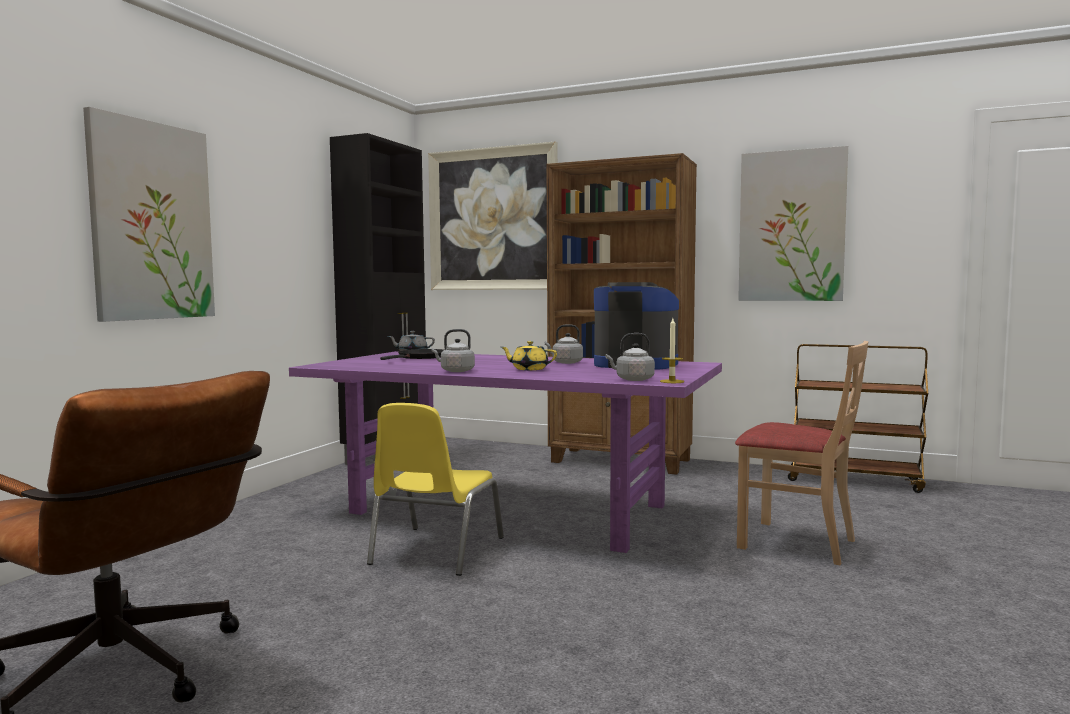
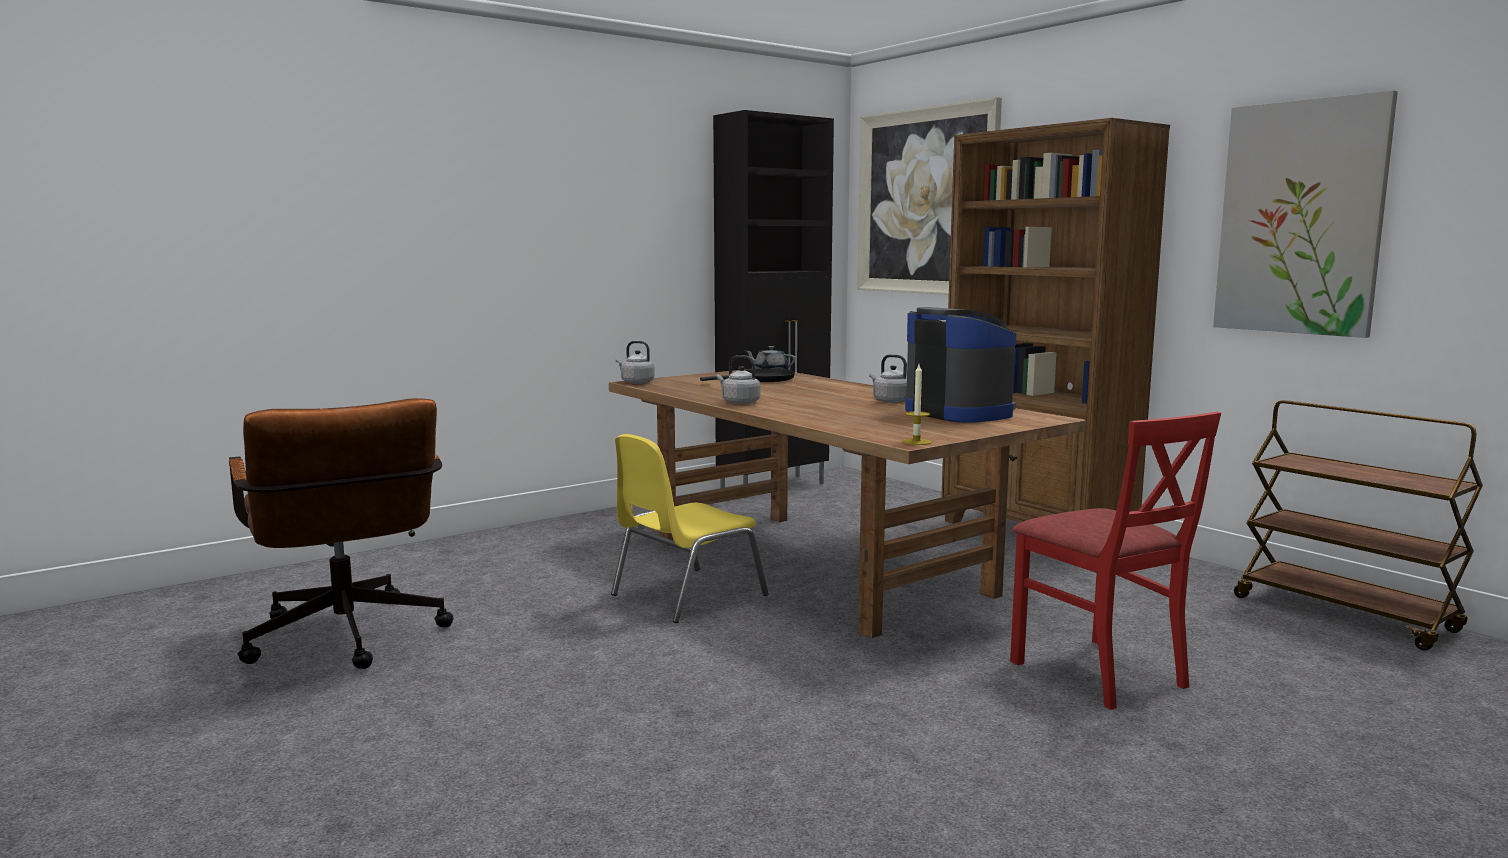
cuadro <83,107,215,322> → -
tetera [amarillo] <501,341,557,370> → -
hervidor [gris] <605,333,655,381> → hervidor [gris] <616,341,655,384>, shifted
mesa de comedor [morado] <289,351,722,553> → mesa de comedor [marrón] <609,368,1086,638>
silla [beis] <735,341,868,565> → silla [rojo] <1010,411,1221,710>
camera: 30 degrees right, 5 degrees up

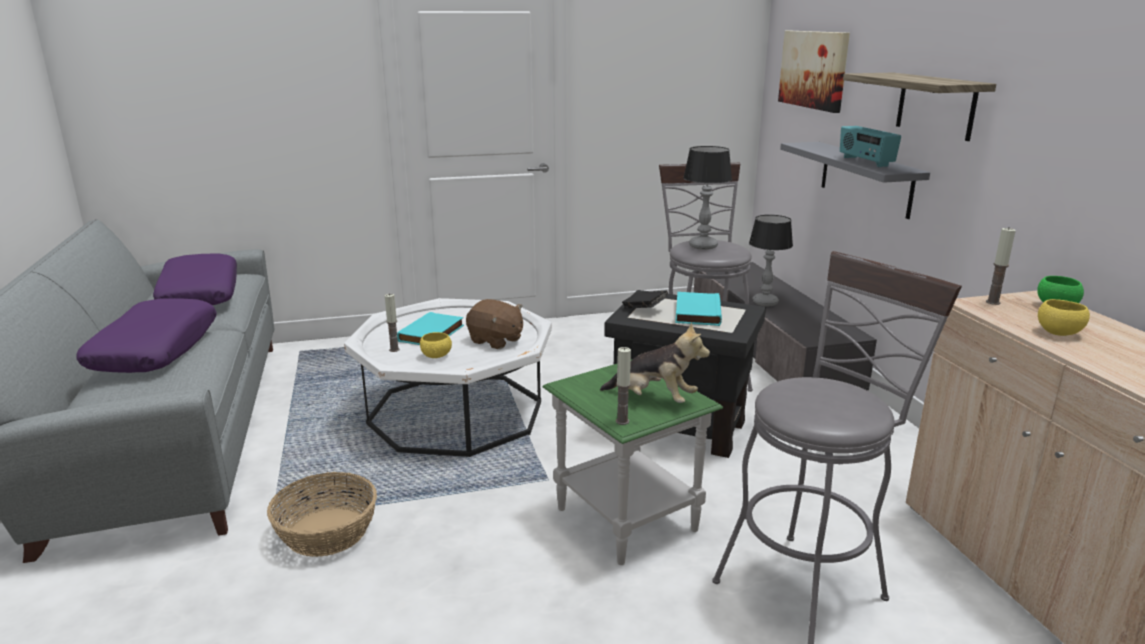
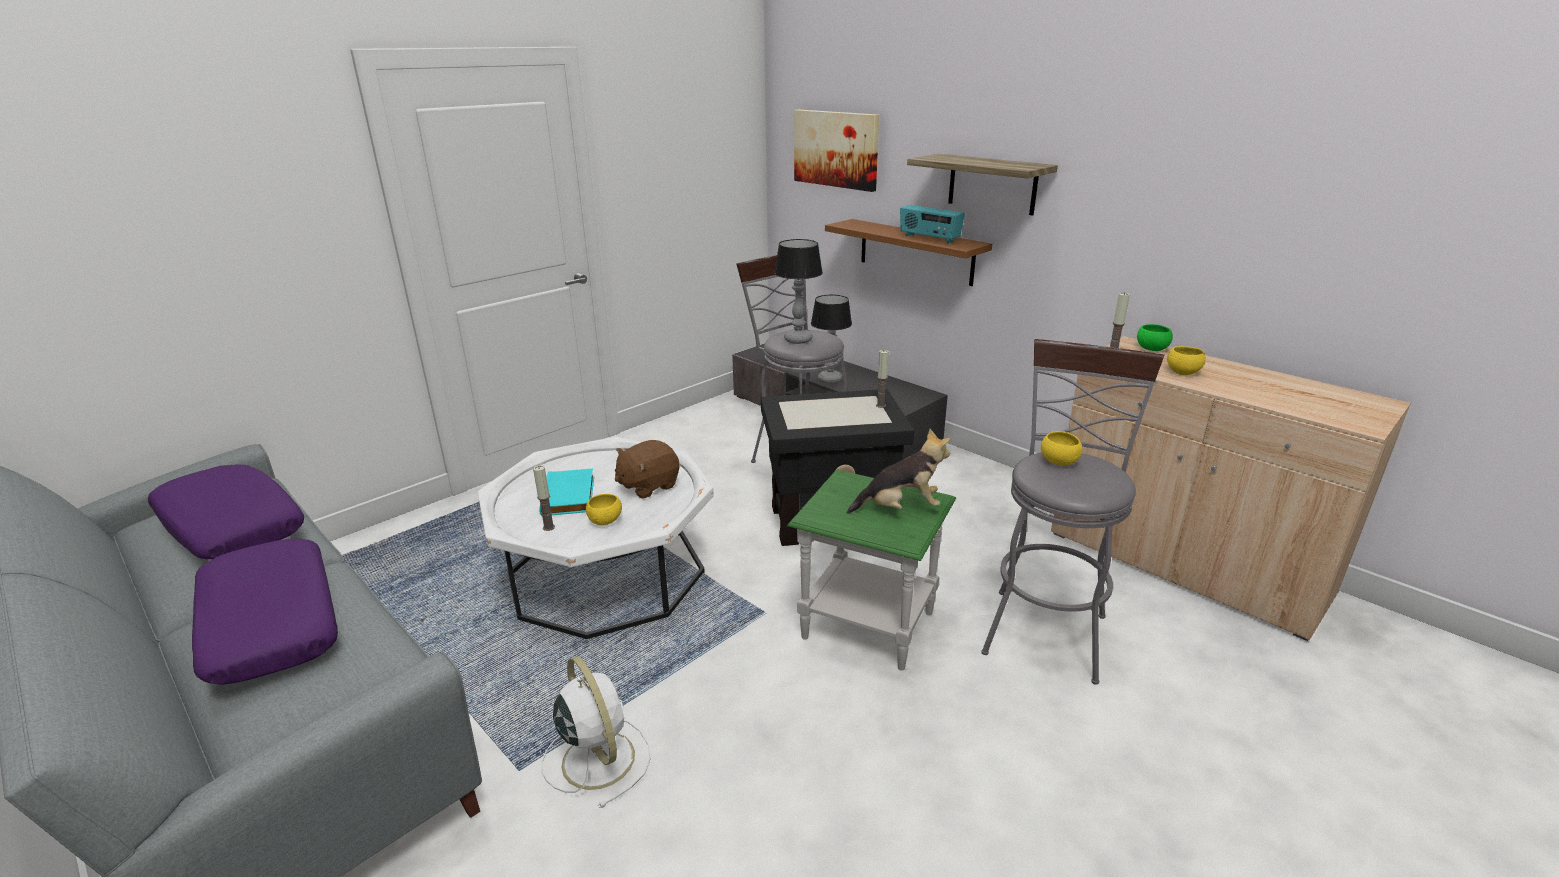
libro [negro] <622,290,668,309> → -
libro [turquesa] <675,292,722,326> → -
- → cuenco [amarillo] <1041,431,1082,466>
vela <616,347,631,425> → vela <876,350,889,408>, shifted
cesta <267,472,377,557> → ventilador [blanco] <541,656,651,808>
estante [gris] <780,142,930,219> → estante [marrón] <825,219,992,286>
peluche [marrón] <466,299,523,349> → peluche [marrón] <615,440,679,499>, 135 degrees clockwise
camera: 30 degrees left, 5 degrees up

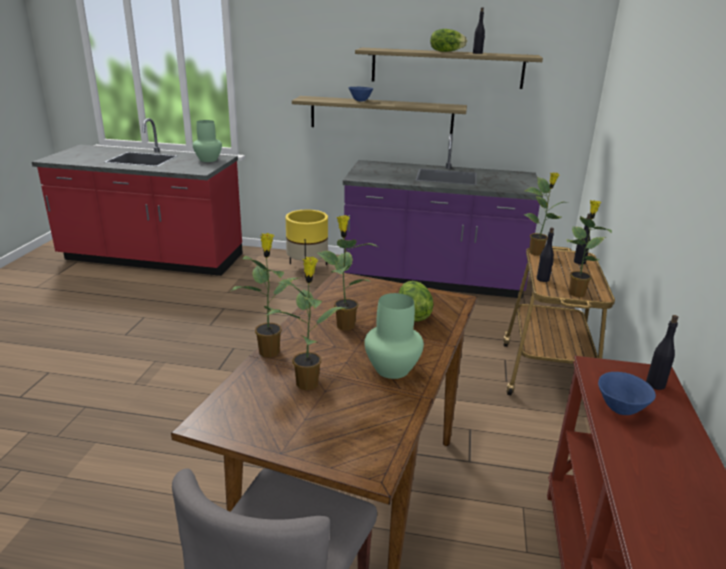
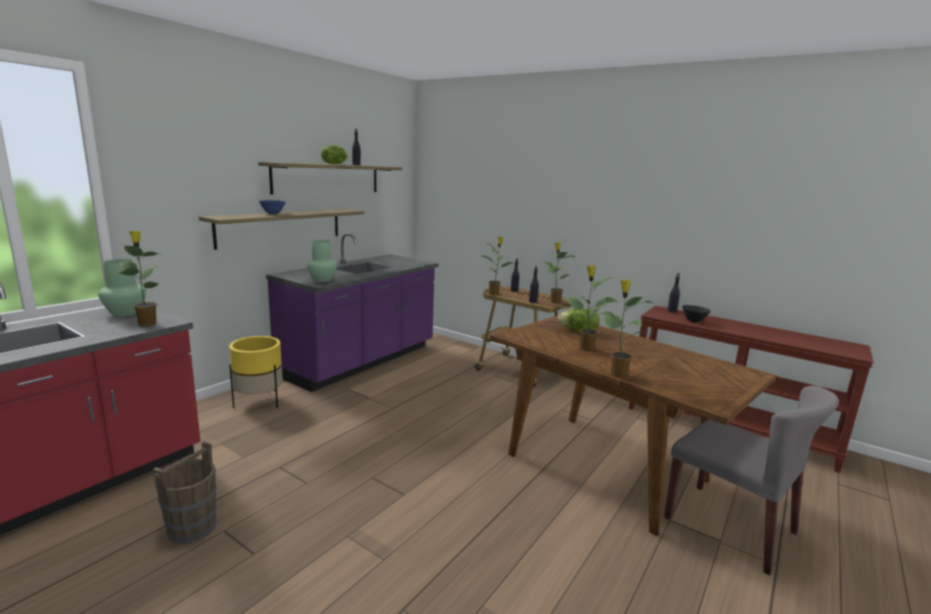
- → cubo [marrón] <153,442,217,543>
planta en maceta <265,257,349,390> → planta en maceta <118,231,162,326>, shifted
florero [verde] <365,293,424,379> → florero [verde] <307,240,337,282>, shifted
cuenco [azul] <598,372,656,415> → cuenco [negro] <682,305,711,323>
camera: 65 degrees left, 10 degrees down

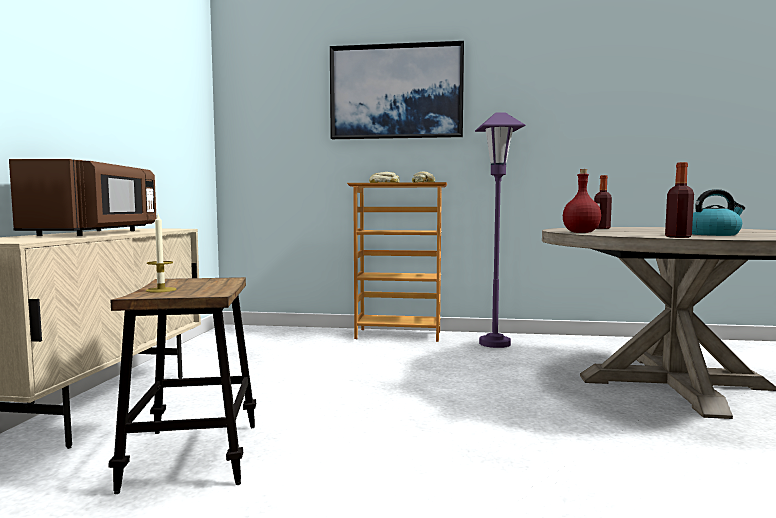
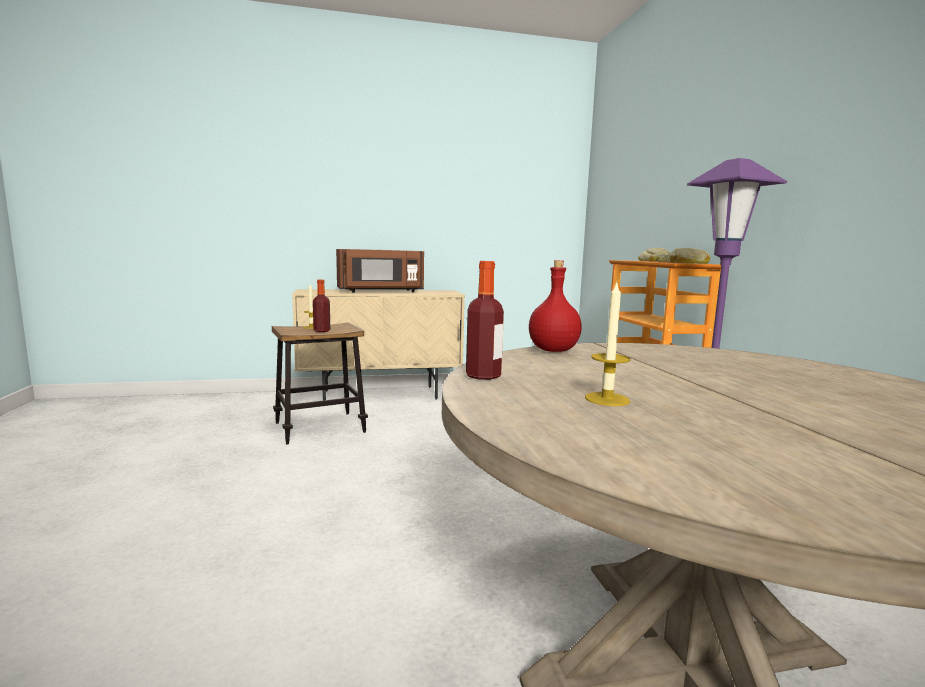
cuadro <330,41,464,139> → -
botella <594,175,612,229> → botella <313,280,330,332>, shifted
hervidor <692,189,745,236> → vela <585,283,631,406>
camera: 70 degrees right, 5 degrees up

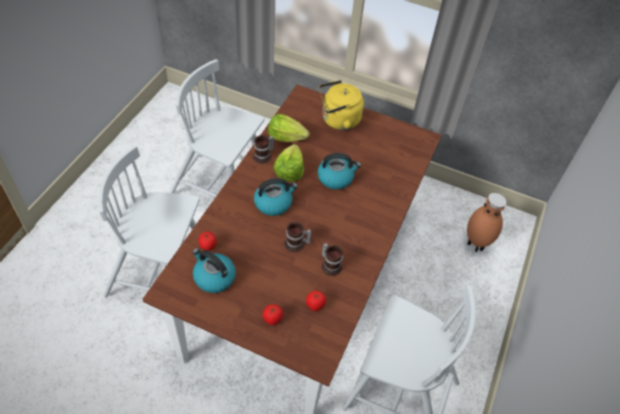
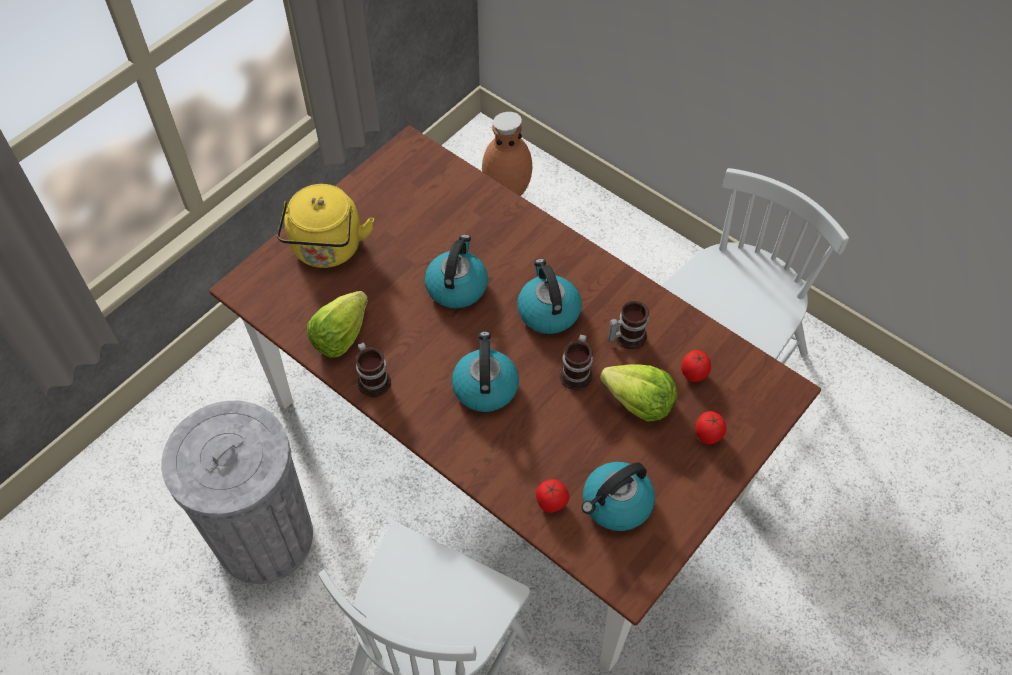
- → hervidor <517,259,582,334>
lechuga <273,144,304,182> → lechuga <600,364,677,421>, shifted
silla [blanco] <169,59,265,197> → papelera [gris] <161,401,313,584>
camera: 70 degrees left, 5 degrees up

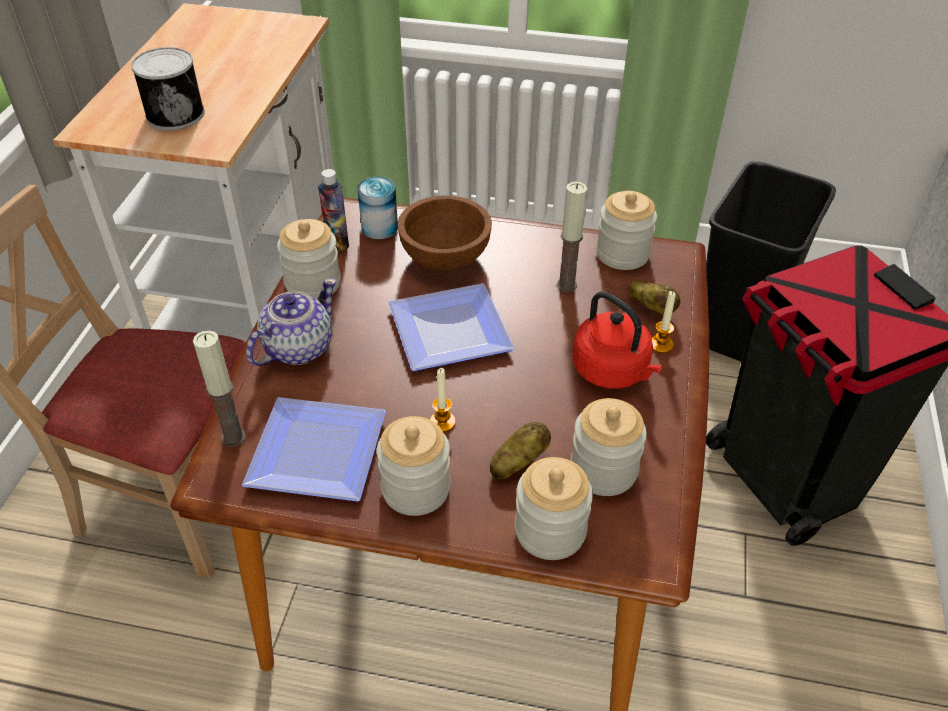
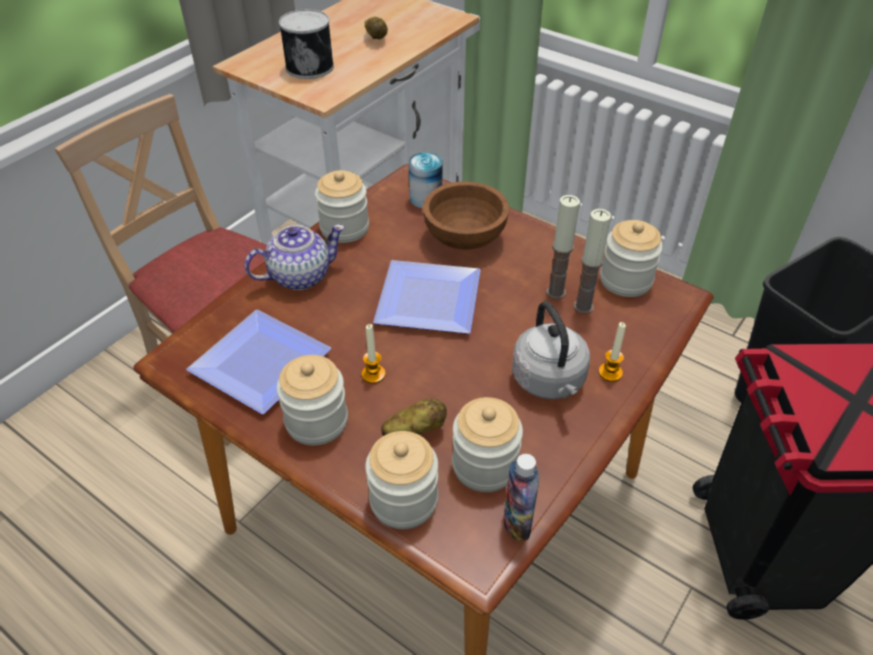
vela <193,330,246,447> → vela <573,209,611,314>, shifted
botella <318,169,349,251> → botella <504,454,539,542>, shifted
patata <628,280,680,316> → patata <365,17,388,39>, shifted
hervidor [rojo] <573,291,663,389> → hervidor [gris] <512,301,590,399>
camera: 25 degrees right, 0 degrees up

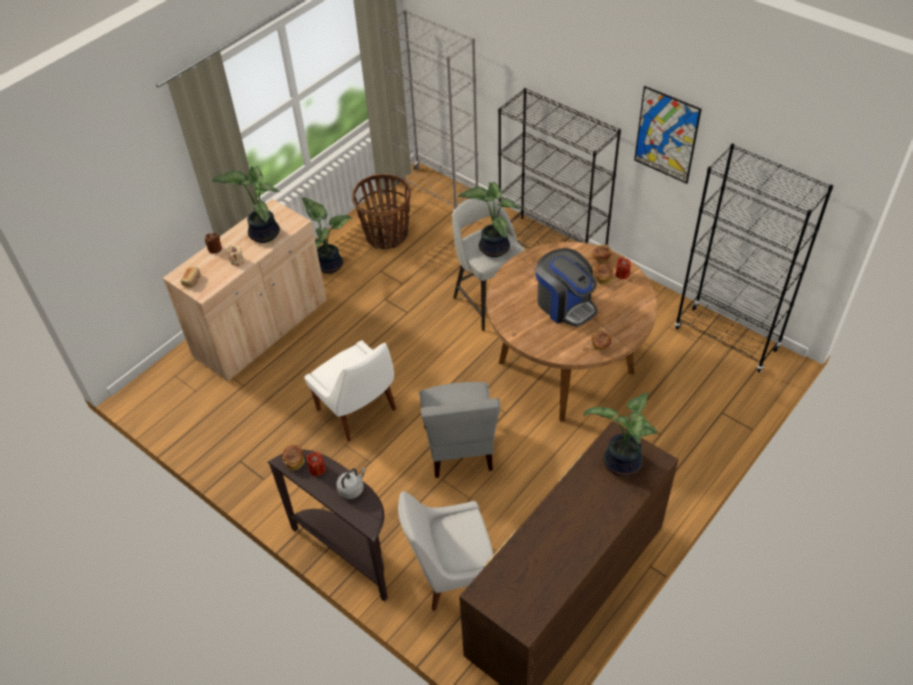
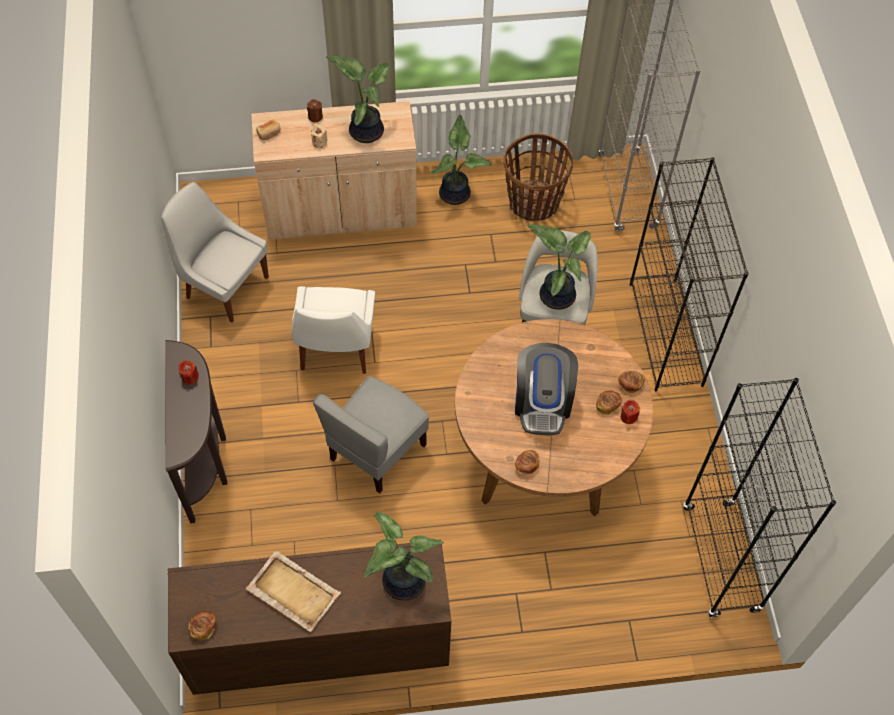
hervidor [gris] <336,467,366,499> → -
cuadro <634,86,702,184> → -
- → bandeja [beis] <246,551,341,632>
pan <282,445,305,471> → pan <188,611,216,640>, shifted
silla [blanco] <398,491,493,611> → silla [blanco] <161,182,269,322>, shifted
camera: 40 degrees right, 10 degrees up

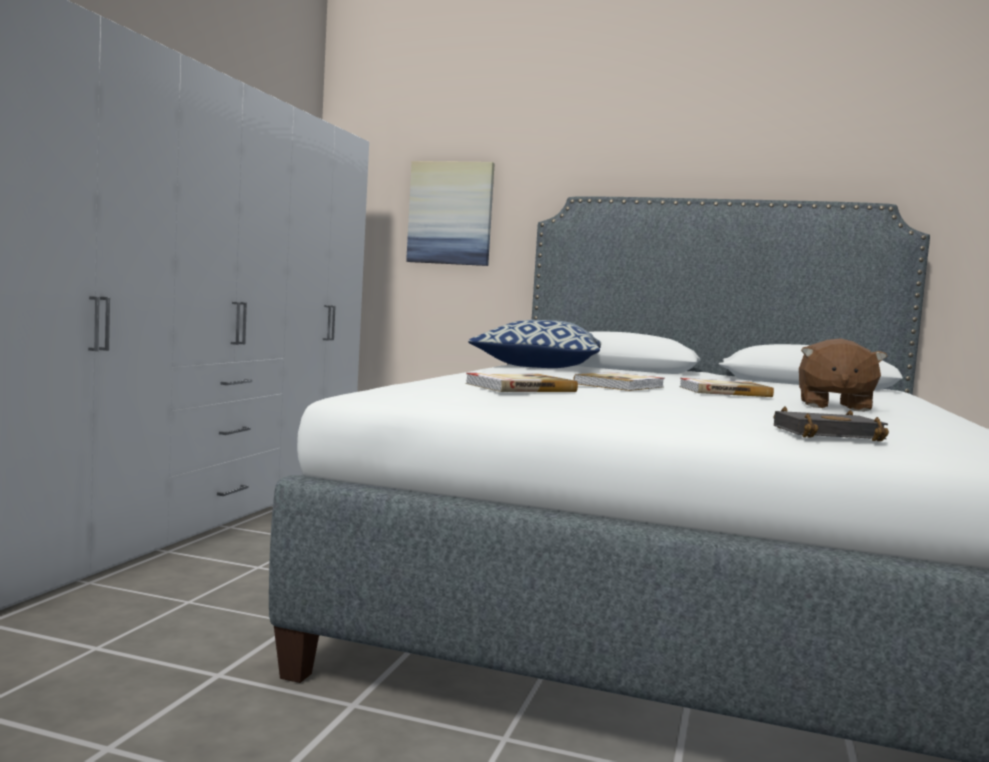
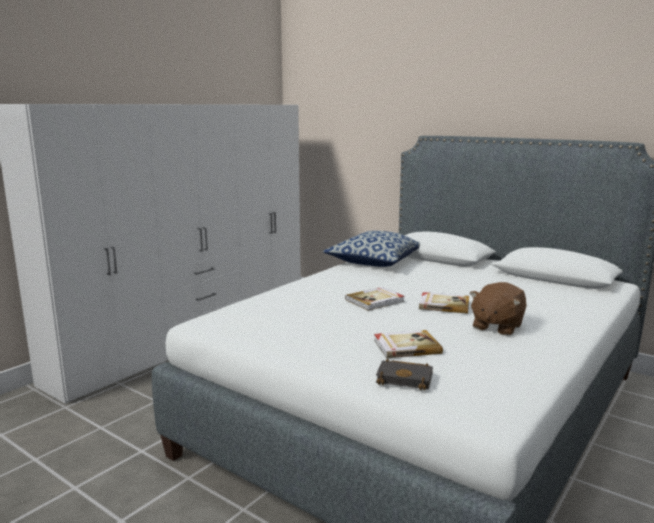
cuadro <406,161,495,266> → -
libro <465,373,578,392> → libro <374,330,443,358>, shifted
camera: 20 degrees right, 10 degrees up

